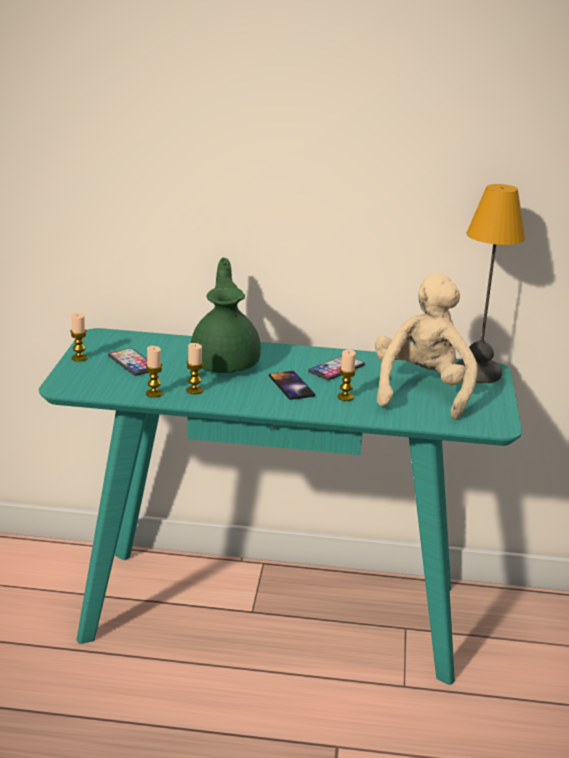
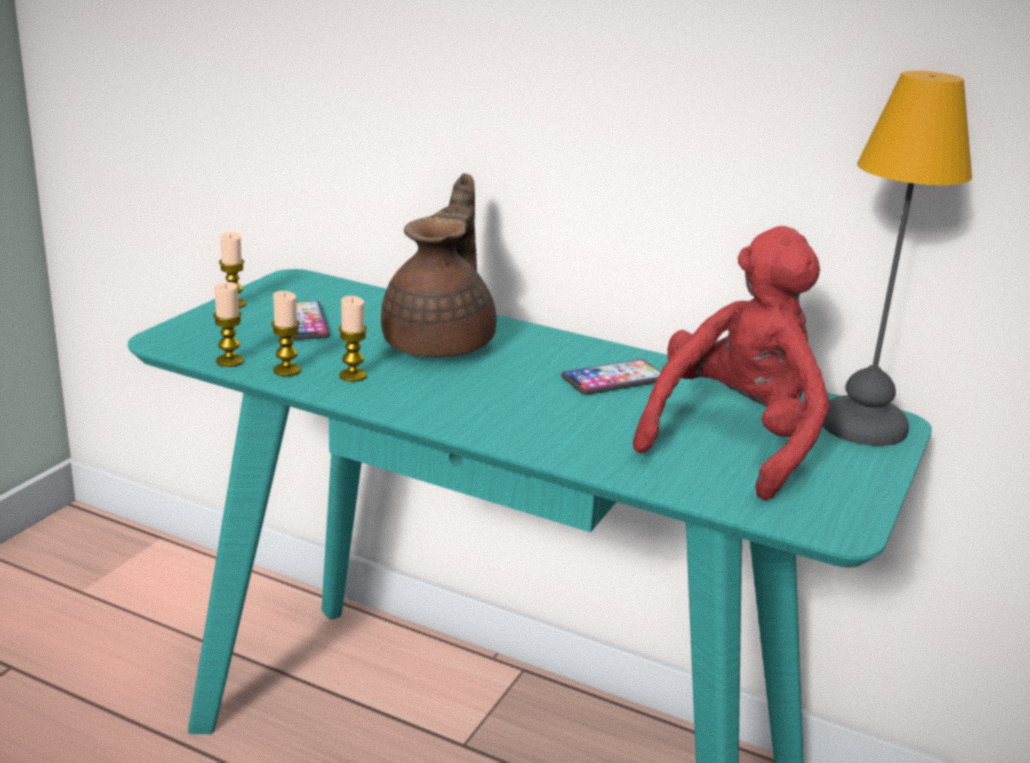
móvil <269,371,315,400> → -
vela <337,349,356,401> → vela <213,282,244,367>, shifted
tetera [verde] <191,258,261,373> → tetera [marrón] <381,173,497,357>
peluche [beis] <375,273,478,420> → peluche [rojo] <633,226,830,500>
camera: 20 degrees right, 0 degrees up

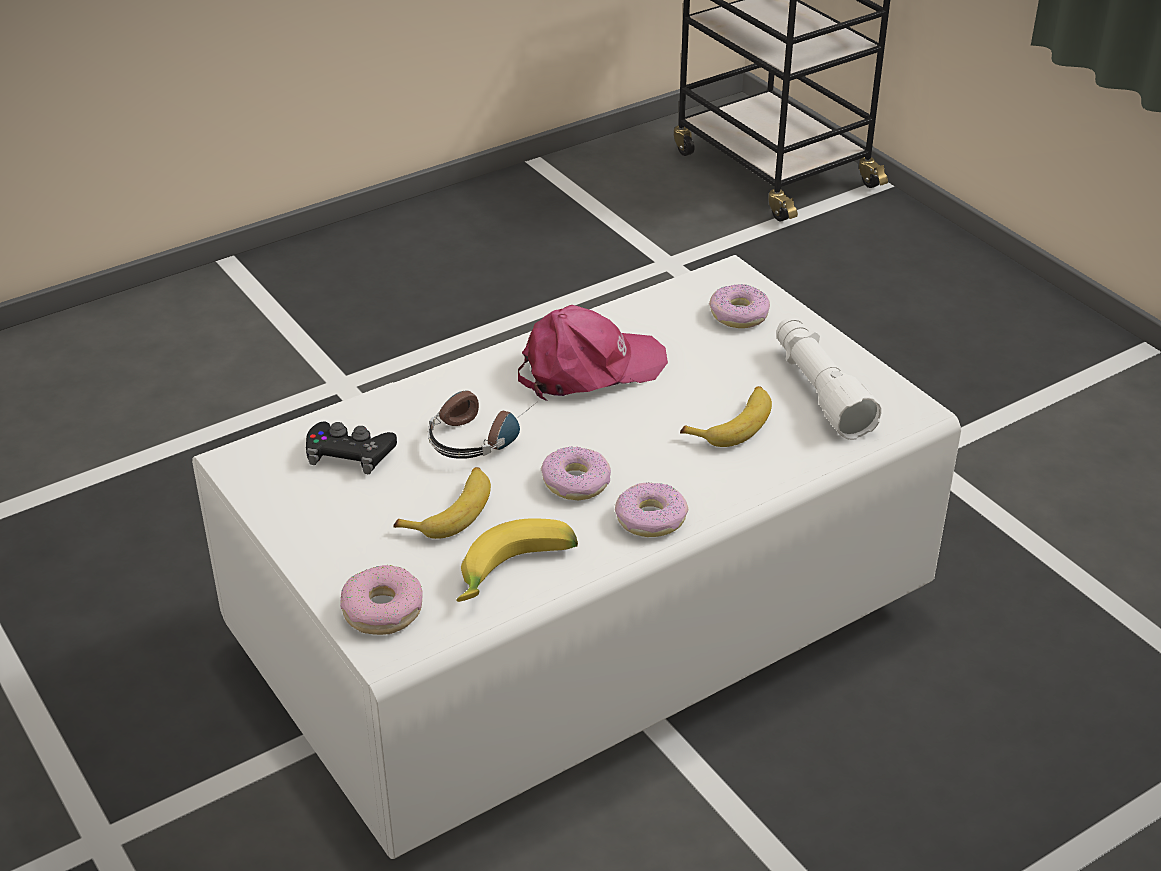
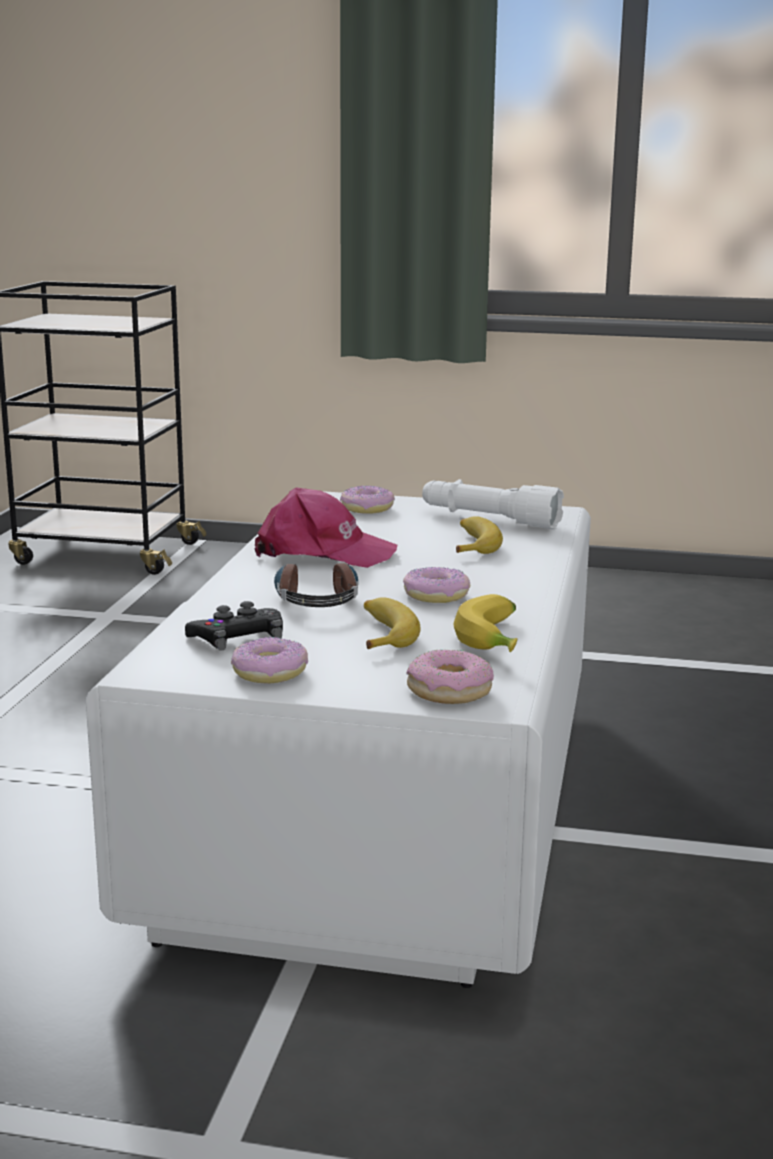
rosquilla <615,482,688,537> → rosquilla <231,637,308,684>, shifted
gorra [rosa] <518,305,668,401> → gorra [rosa] <255,487,397,568>, 75 degrees clockwise
camera: 45 degrees left, 20 degrees down

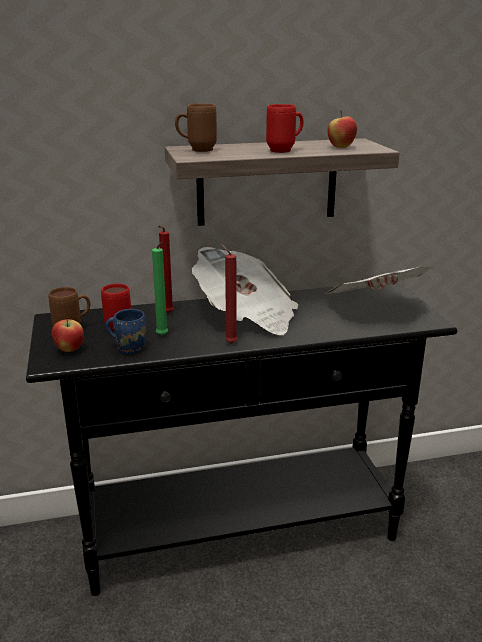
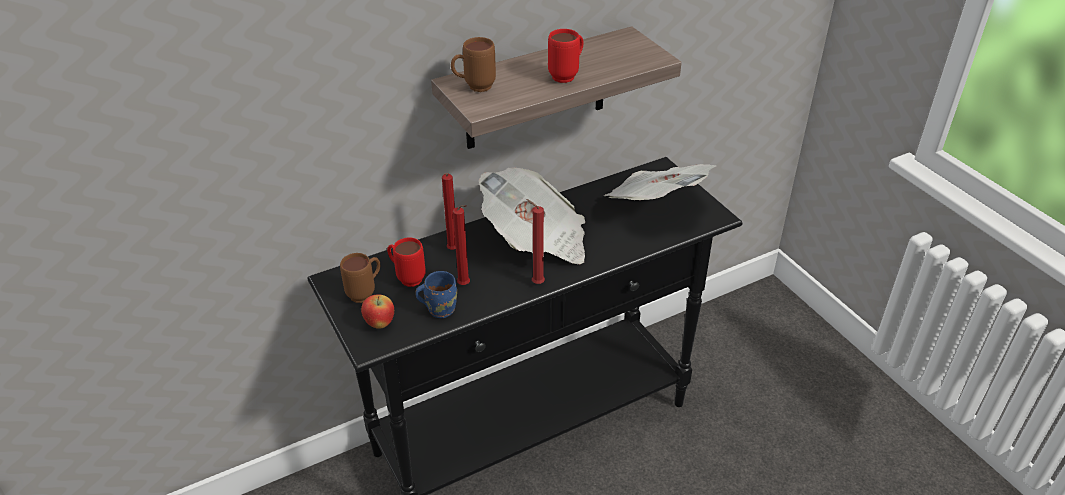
manzana <328,111,357,148> → -
vela [verde] <152,242,168,336> → vela [rojo] <453,205,470,285>
camera: 15 degrees left, 15 degrees up

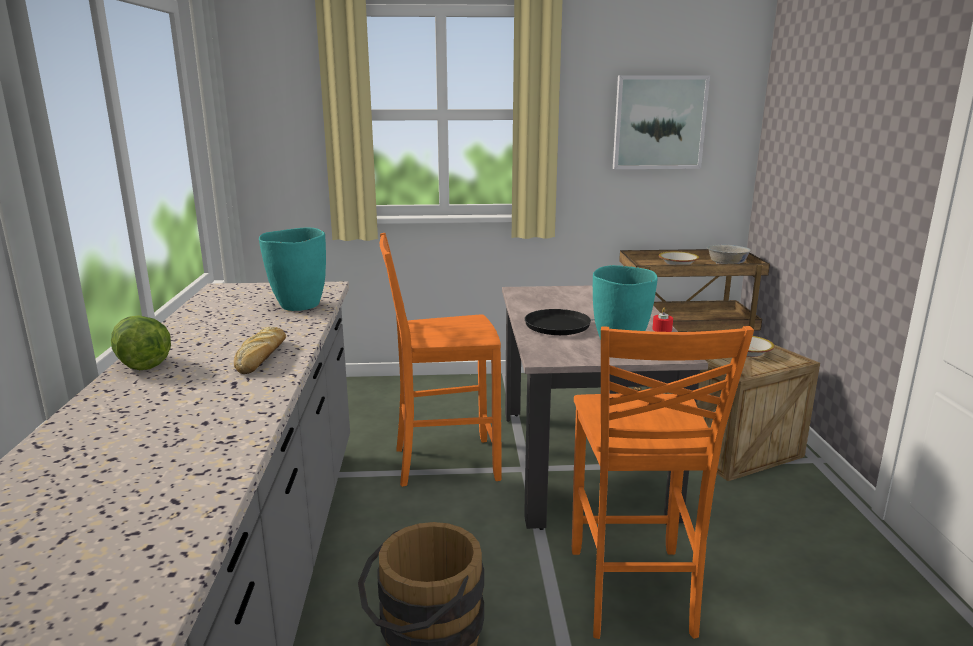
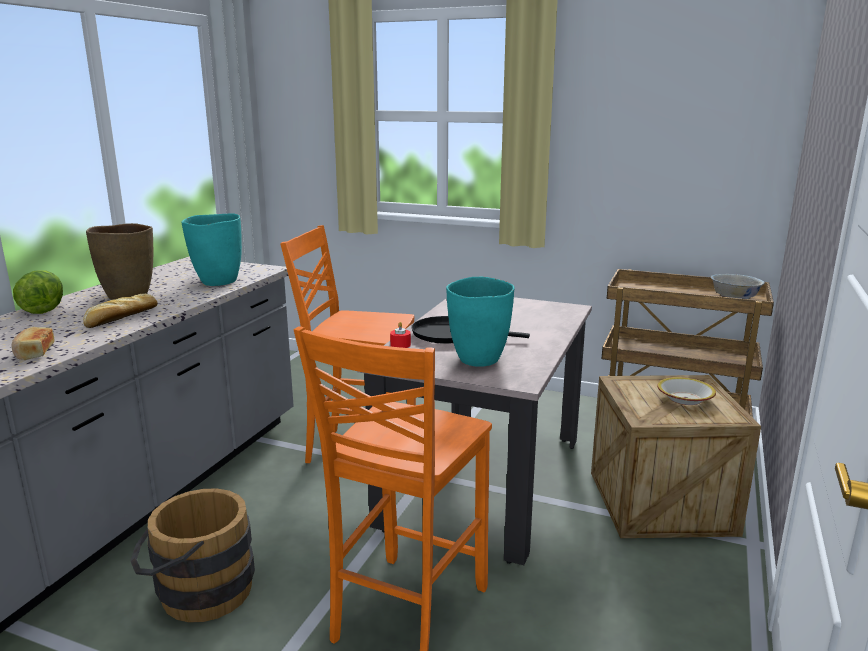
cuadro <613,75,710,169> → -
cuenco <659,251,699,265> → -
- → pan <12,327,55,360>
- → florero [marrón] <86,223,153,300>
vela [rojo] <652,308,673,332> → vela [rojo] <390,322,411,348>, shifted
camera: 25 degrees right, 0 degrees up

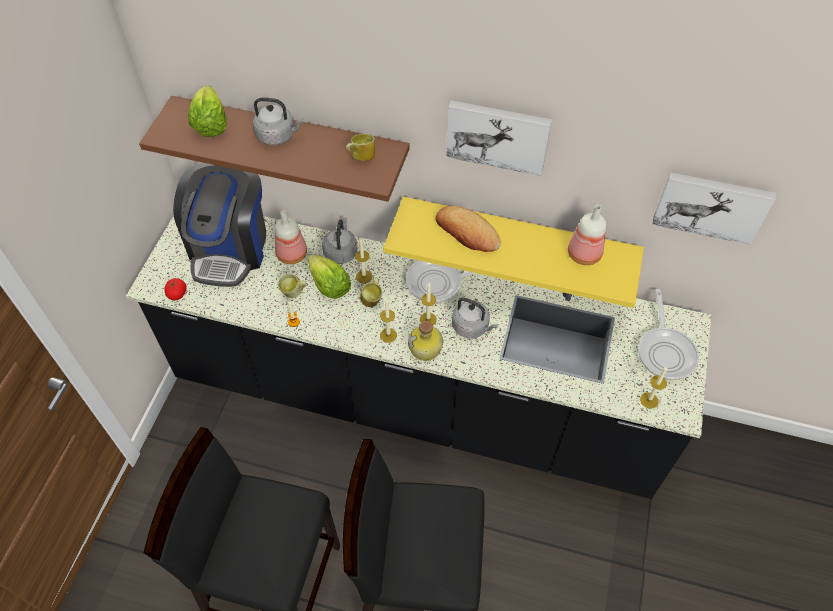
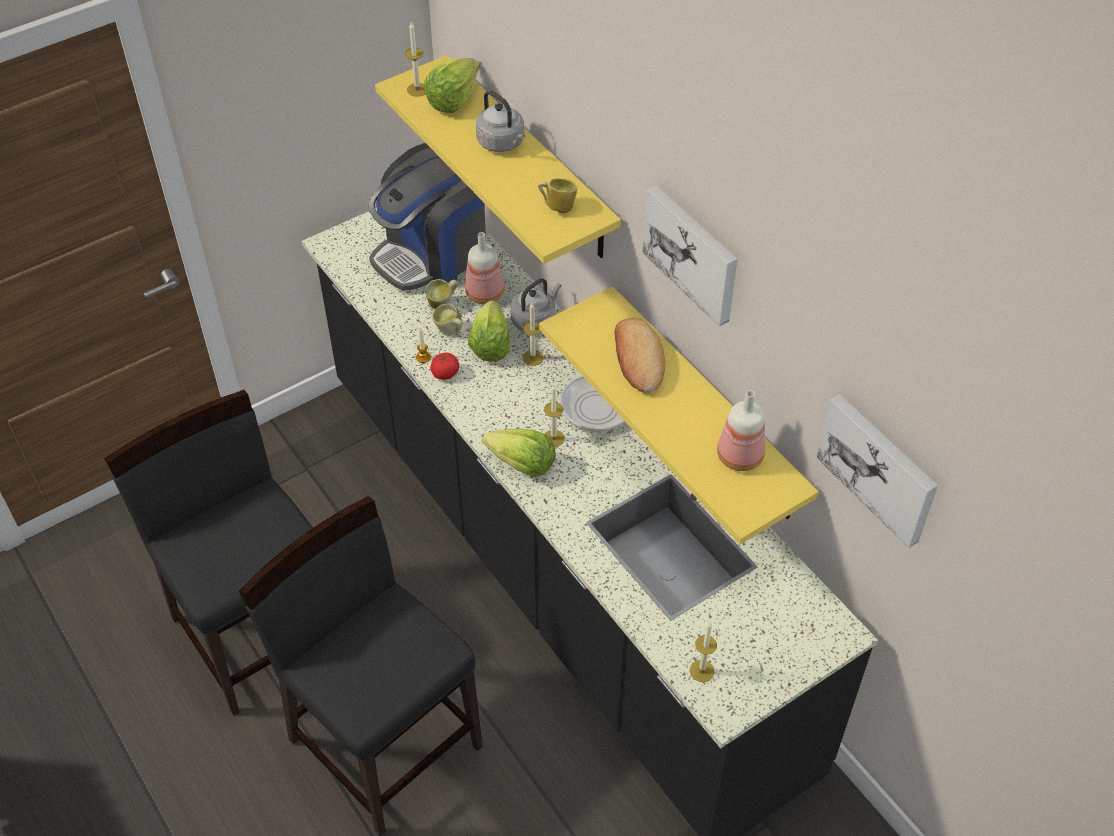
hervidor [gris] <452,298,497,338> → -
sartén <638,289,699,380> → -
tomate <164,278,187,300> → tomate <430,353,459,380>, shifted
taza grande <360,278,382,307> → taza grande <426,279,458,309>, shifted
vela <380,298,397,343> → vela <405,22,425,97>, shifted
botella <408,321,443,361> → lechuga <482,429,556,477>
estante [marrón] <139,96,410,202> → estante [amarillo] <375,55,621,264>
camera: 40 degrees right, 5 degrees down

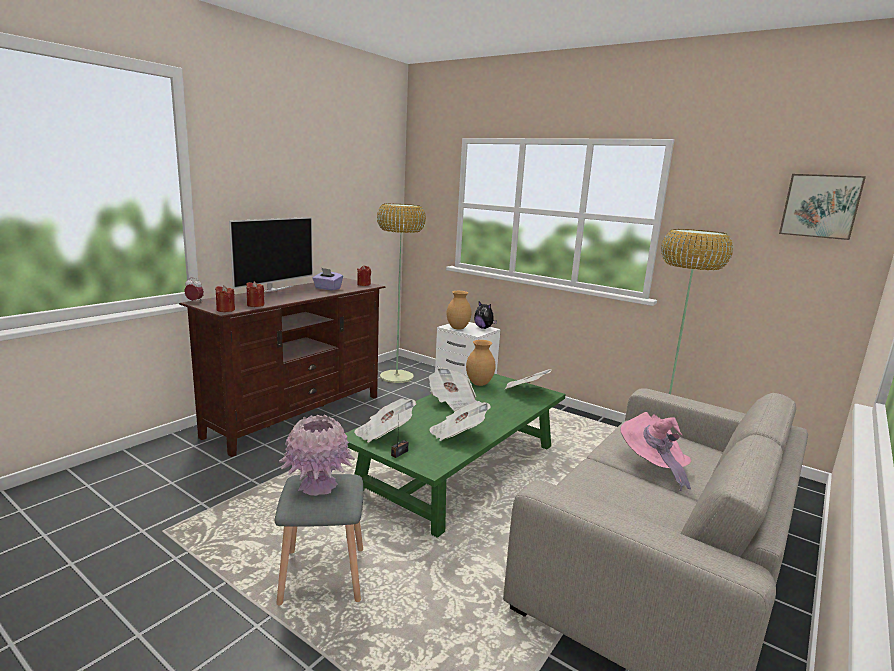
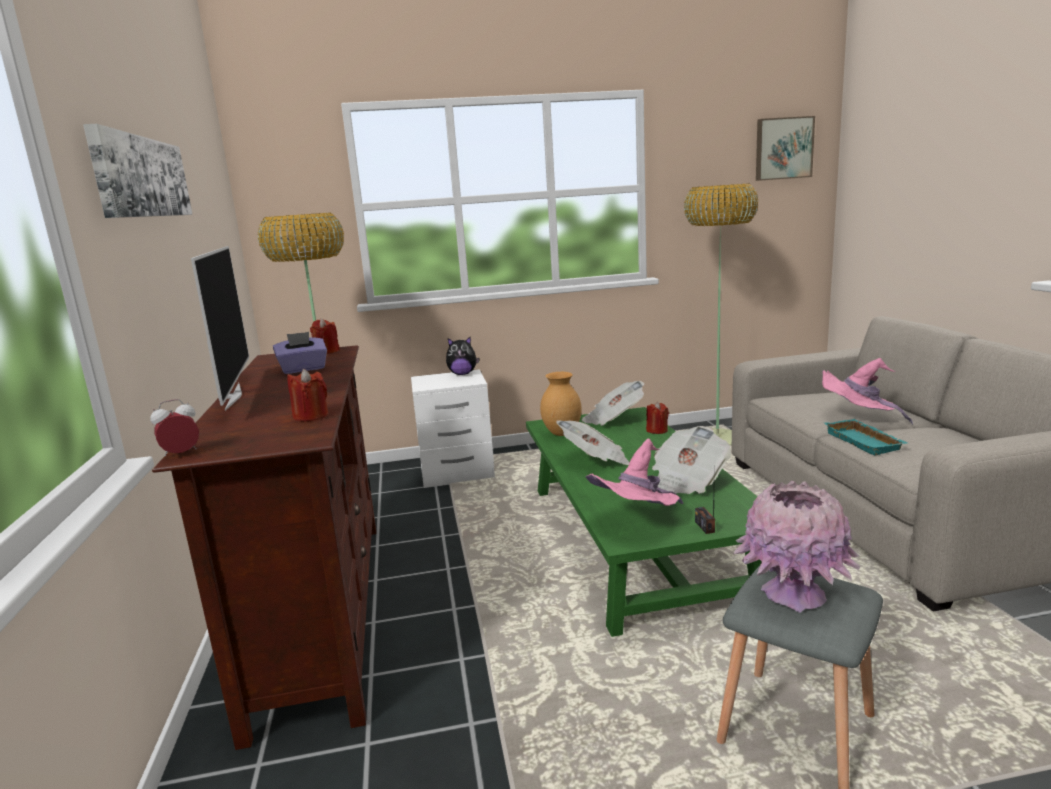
florero [marrón] <447,291,472,330> → -
- → cuadro <83,124,192,218>
- → bandeja [turquesa] <825,419,907,456>
vela [rojo] <215,285,235,312> → vela [rojo] <646,402,669,434>, shifted
periódico <354,398,416,443> → sombrero [rosa] <586,438,684,506>
camera: 45 degrees left, 0 degrees up

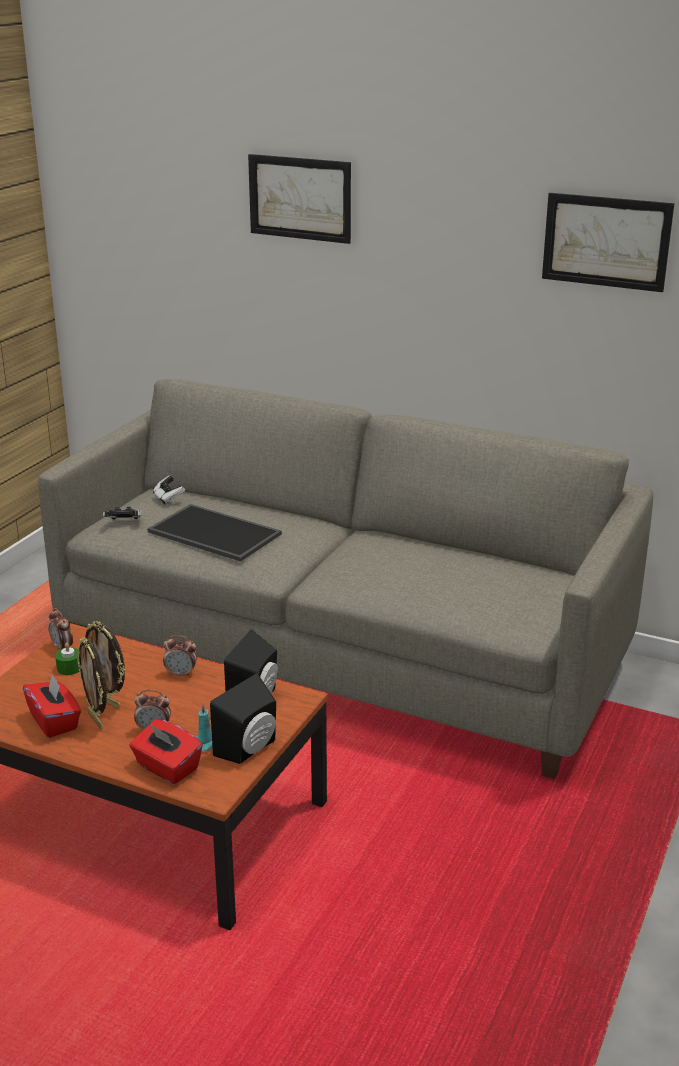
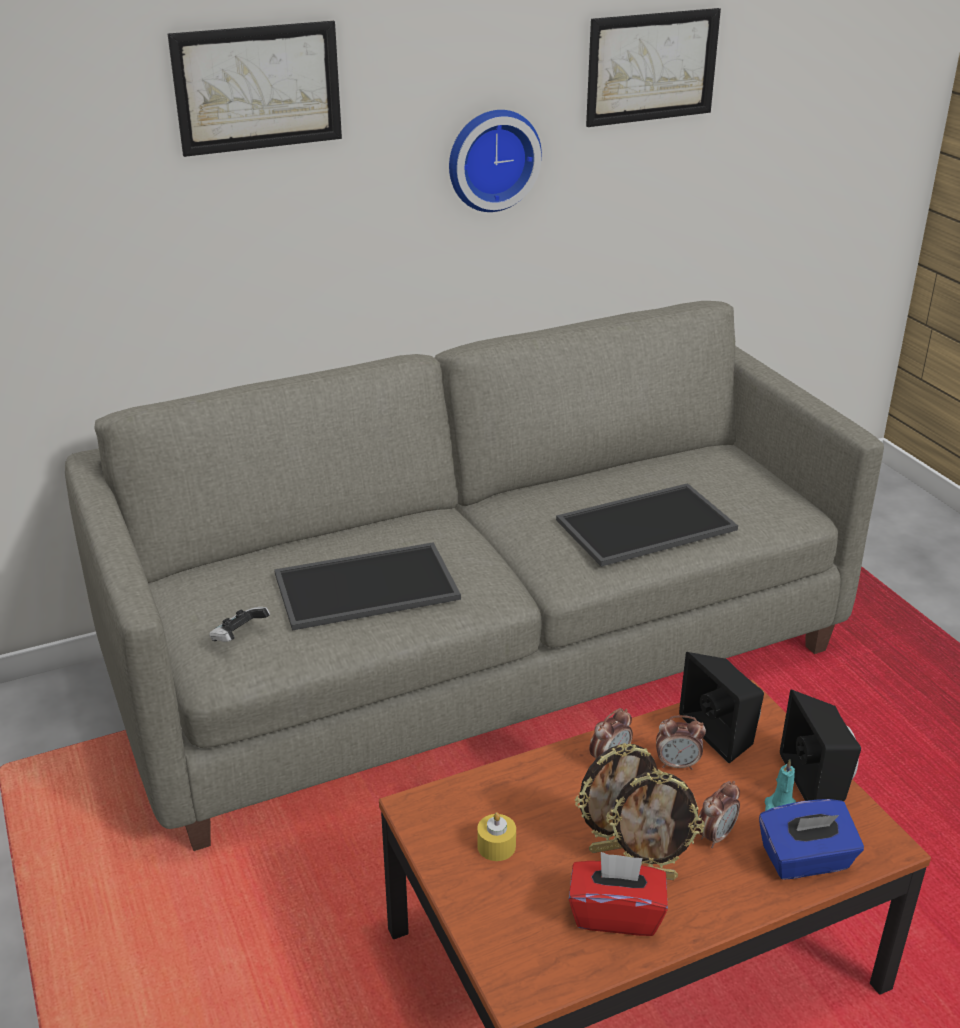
mando de consola <153,475,185,505> → -
- → reloj de pared <449,110,542,212>
- → bandeja <556,483,738,567>
despertador <48,608,73,649> → despertador <656,715,706,770>, shifted
vela [verde] <55,642,80,675> → vela [amarillo] <477,812,516,861>
caja de pañuelos [rojo] <129,719,203,784> → caja de pañuelos [azul] <759,799,864,880>
camera: 50 degrees left, 5 degrees up

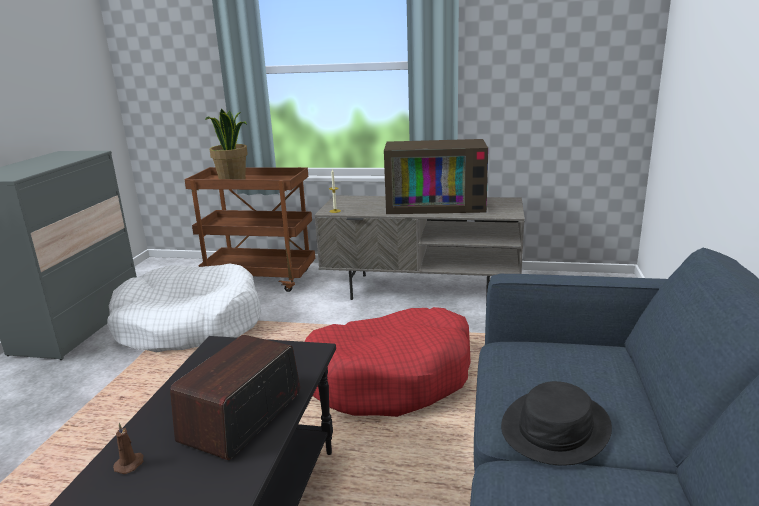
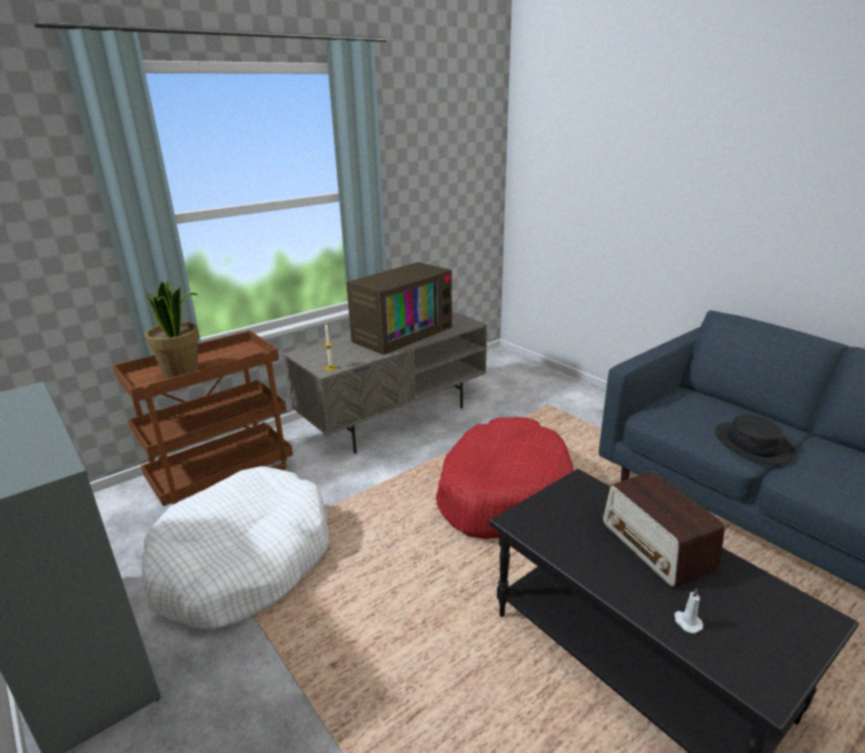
vela [marrón] <113,423,144,474> → vela [blanco] <675,588,703,633>
camera: 50 degrees left, 5 degrees up

